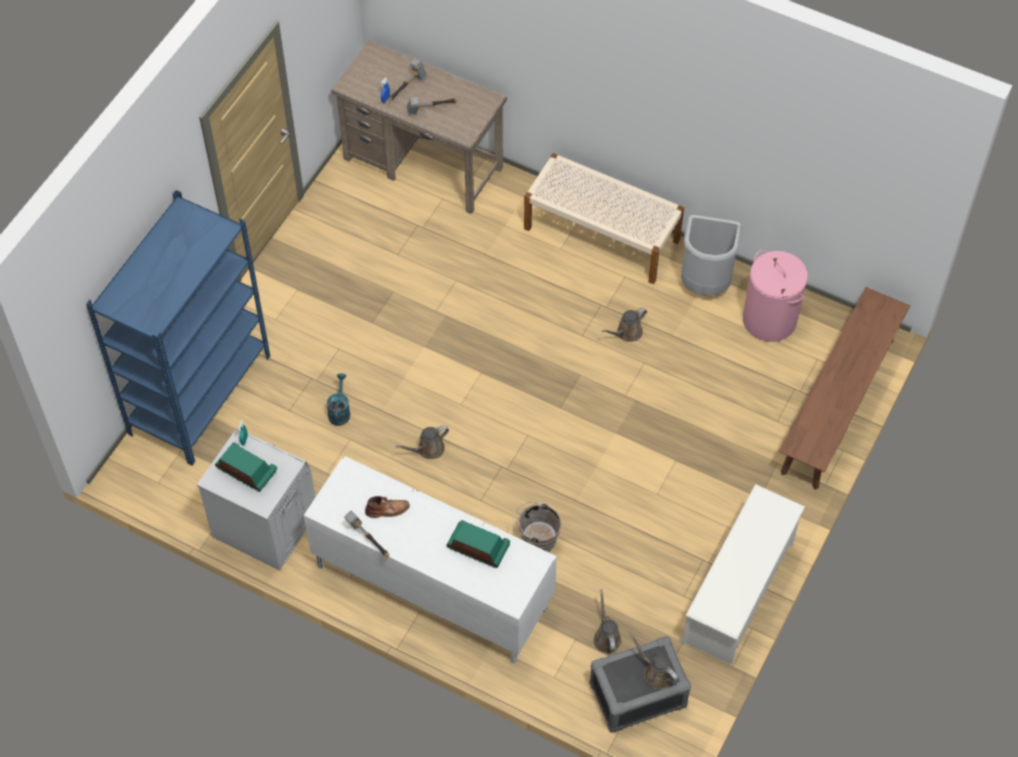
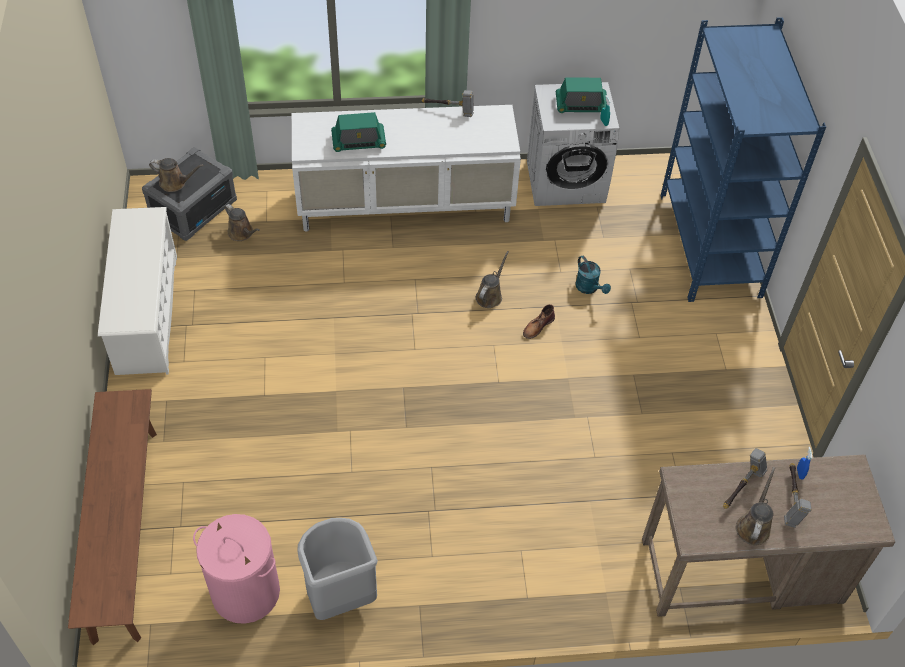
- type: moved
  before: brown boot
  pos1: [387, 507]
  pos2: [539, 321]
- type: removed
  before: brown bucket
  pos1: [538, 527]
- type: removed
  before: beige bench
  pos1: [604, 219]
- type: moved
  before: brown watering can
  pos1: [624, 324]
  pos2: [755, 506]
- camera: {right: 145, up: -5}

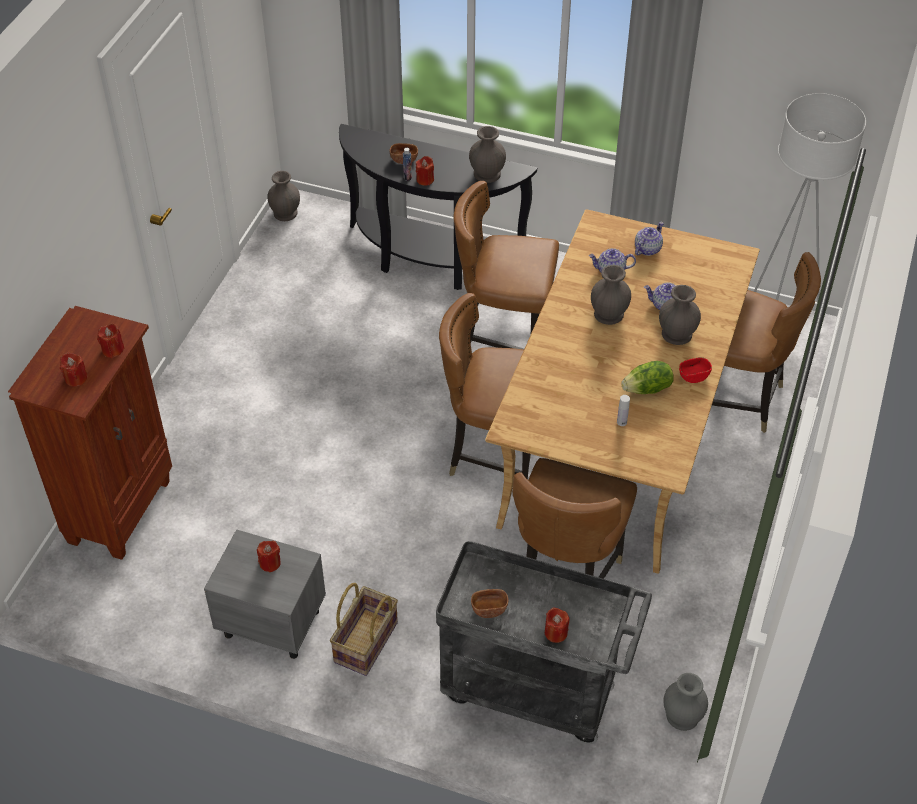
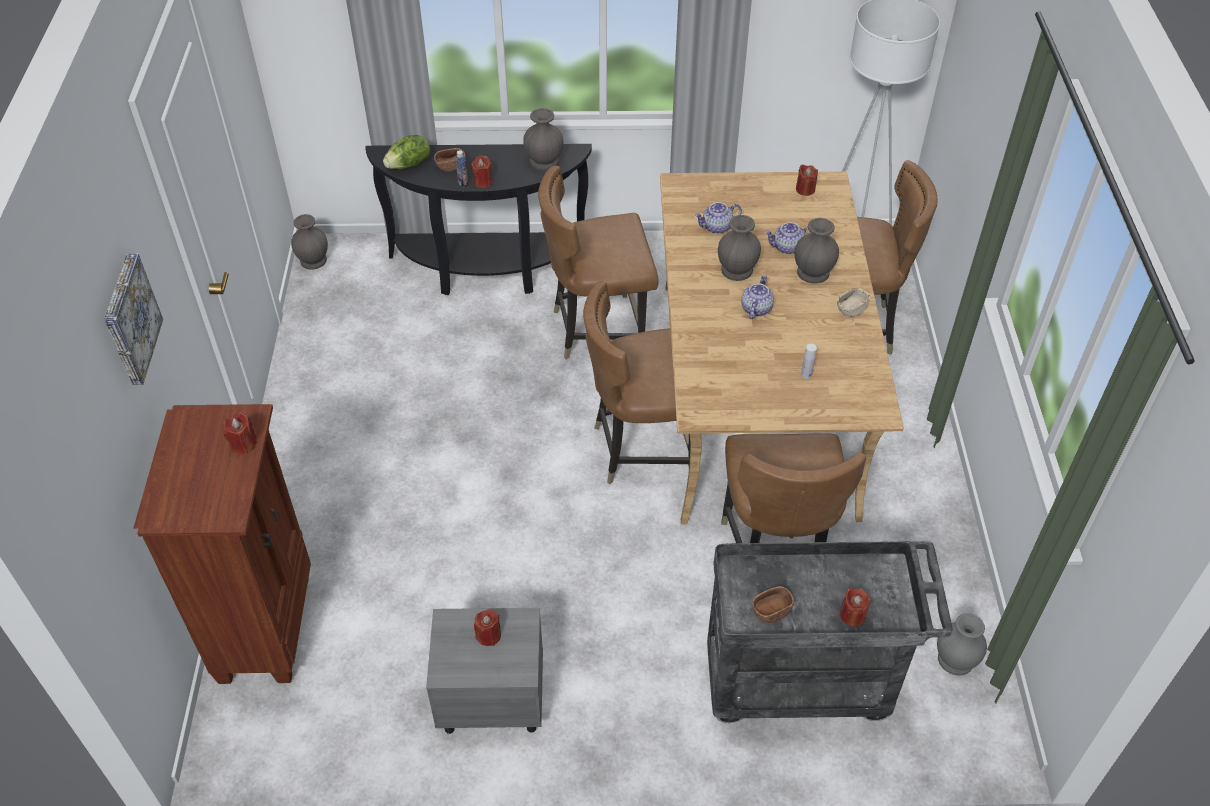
- type: moved
  before: red candle
  pos1: [74, 369]
  pos2: [807, 180]
- type: removed
  before: basket
  pos1: [364, 629]
- type: moved
  before: lettuce
  pos1: [647, 377]
  pos2: [406, 152]
- type: moved
  before: teapot
  pos1: [649, 239]
  pos2: [757, 297]
- type: recoloured
  before: red bowl
  after: beige bowl
  pos1: [695, 370]
  pos2: [853, 302]
- type: added
  after: picture
  pos2: [133, 319]
- camera: {right: -20, up: 0}

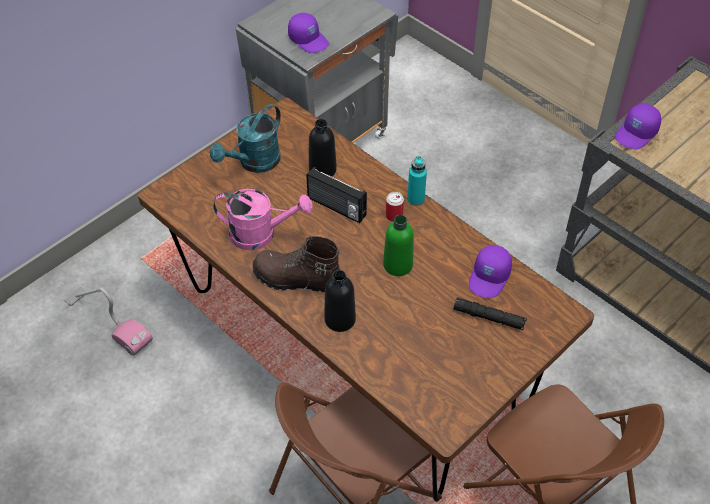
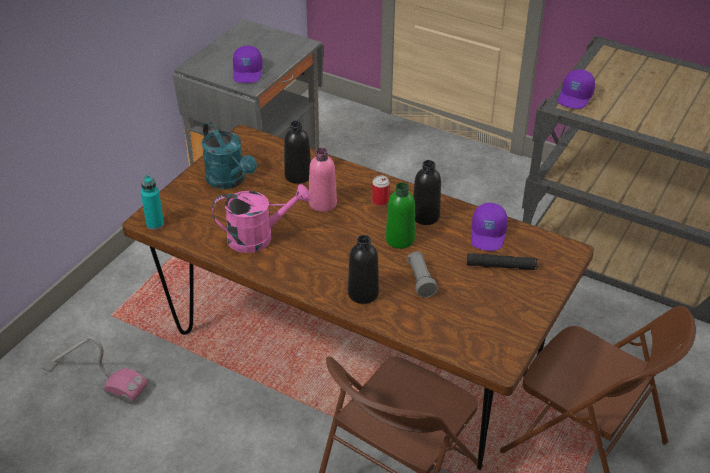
- type: turned
  before: turquoise watering can
  pos1: [245, 138]
  pos2: [229, 155]
  turn: -60
- type: removed
  before: brown boot
  pos1: [296, 264]
- type: turned
  before: purple cap
  pos1: [308, 33]
  pos2: [248, 64]
  turn: 60
- type: replaced
  before: radio
  after: pink bottle
  pos1: [336, 195]
  pos2: [323, 180]
- type: moved
  before: turquoise bottle
  pos1: [417, 181]
  pos2: [152, 202]
- type: added
  after: grey flashlight
  pos2: [422, 274]
- type: added
  after: black bottle
  pos2: [427, 192]
- camera: {right: -15, up: -10}

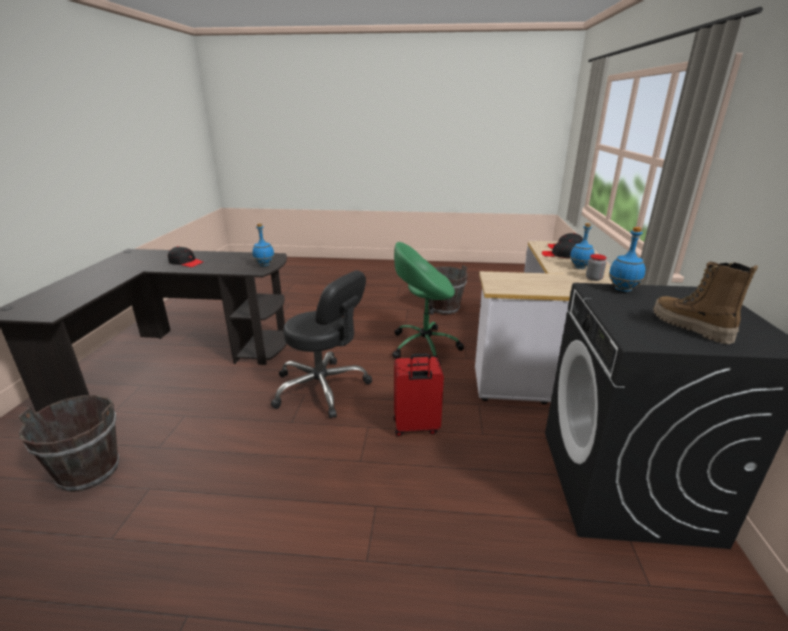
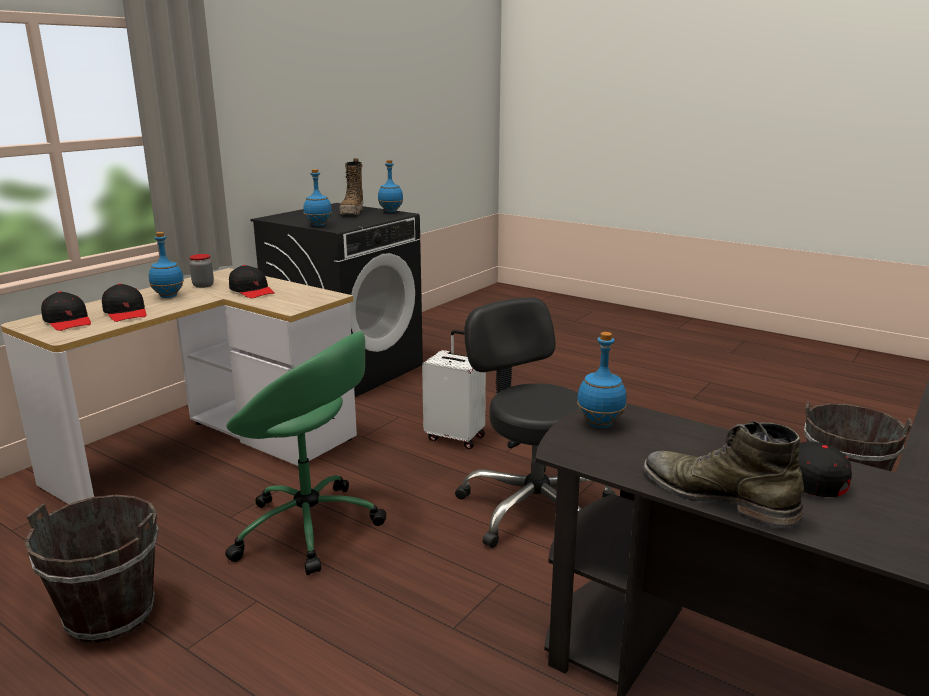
- type: recoloured
  before: red suitcase
  after: white suitcase
  pos1: [418, 394]
  pos2: [454, 389]
- type: added
  after: black cap
  pos2: [251, 281]
- type: added
  after: blue bottle
  pos2: [390, 186]
- type: added
  after: green boot
  pos2: [723, 474]
- camera: {right: -150, up: -5}

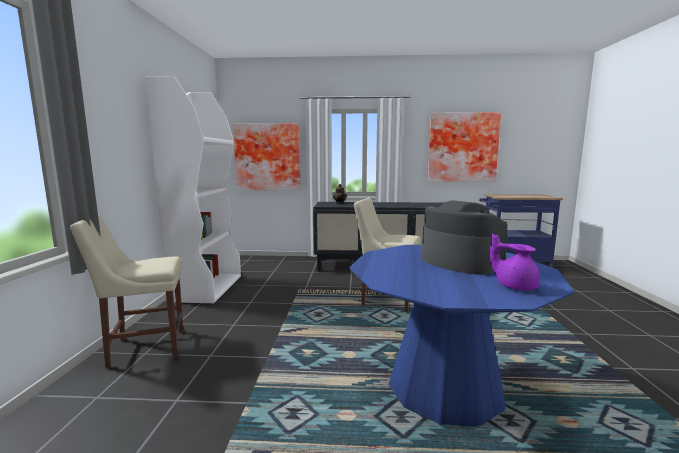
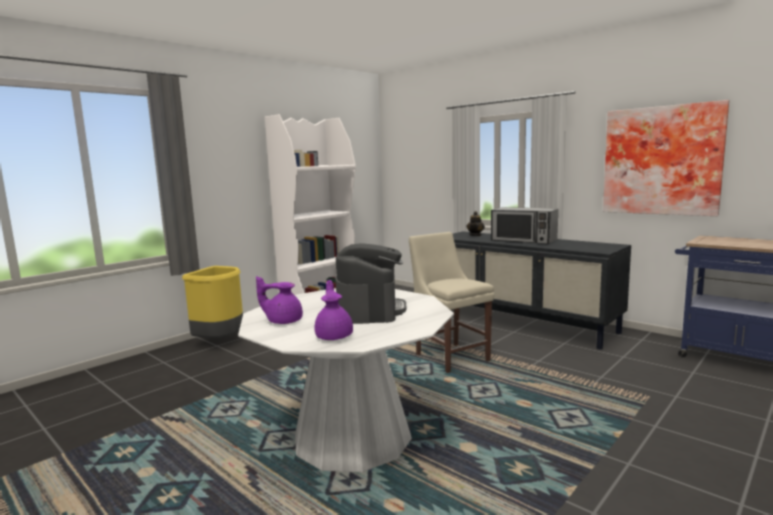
- type: replaced
  before: beige chair
  after: yellow trash can
  pos1: [126, 292]
  pos2: [212, 302]
- type: removed
  before: picture
  pos1: [266, 156]
- type: recoloured
  before: blue dining table
  after: white dining table
  pos1: [461, 335]
  pos2: [346, 380]
- type: added
  after: purple teapot
  pos2: [279, 300]
- type: added
  after: microwave
  pos2: [524, 225]
- camera: {right: 40, up: 0}

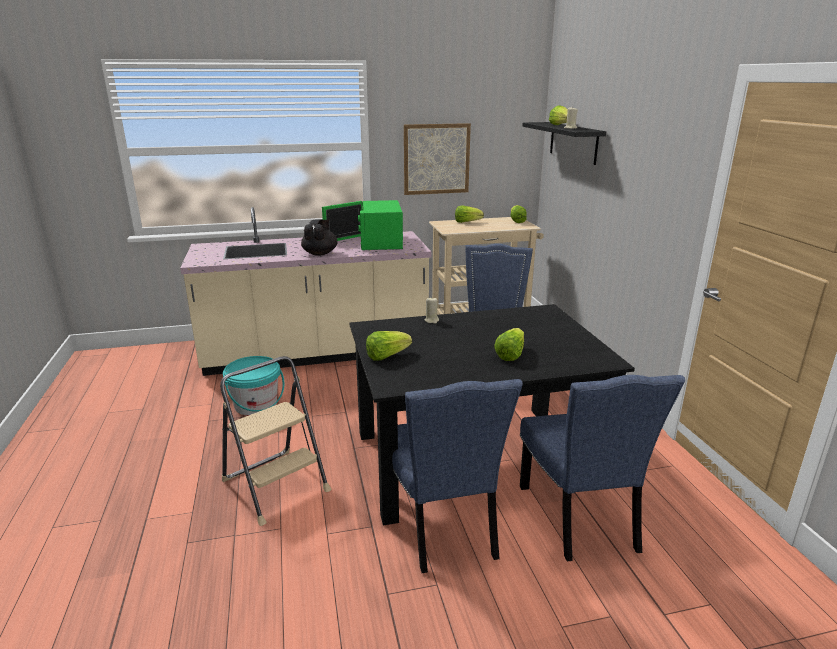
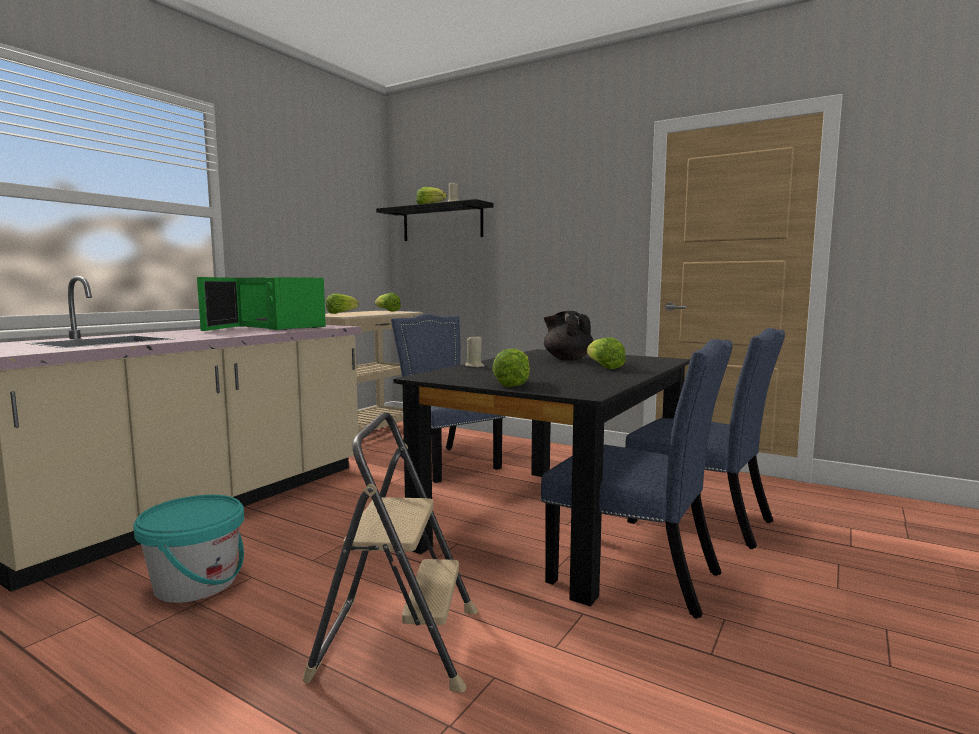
- type: moved
  before: black teapot
  pos1: [319, 237]
  pos2: [568, 335]
- type: removed
  before: picture
  pos1: [437, 159]
- camera: {right: -45, up: -15}

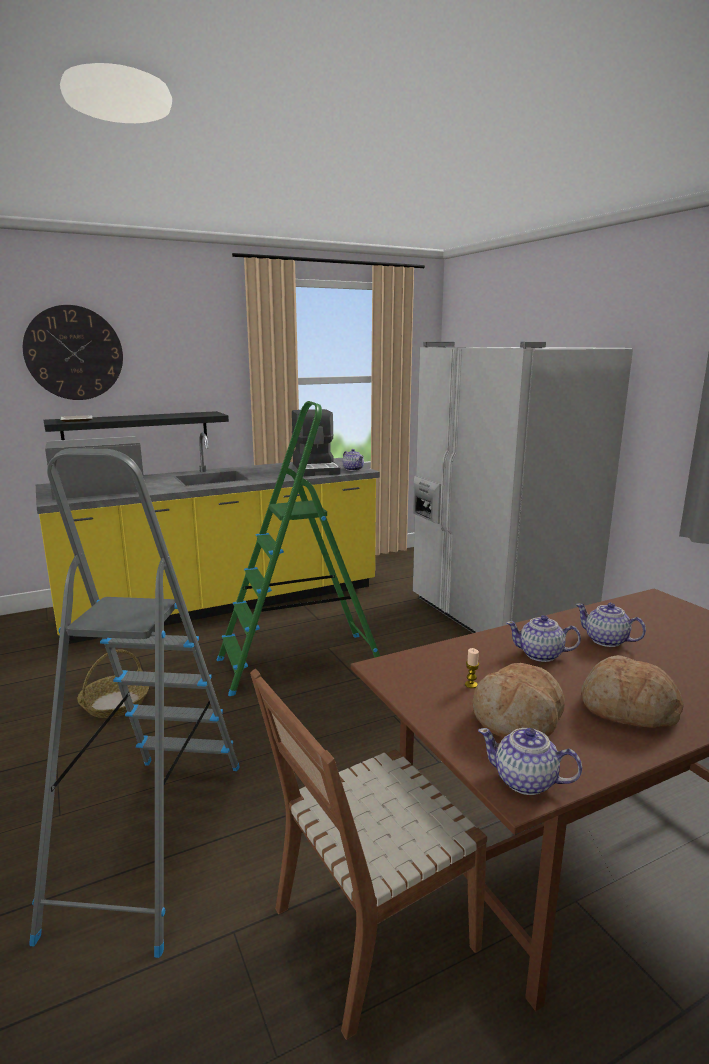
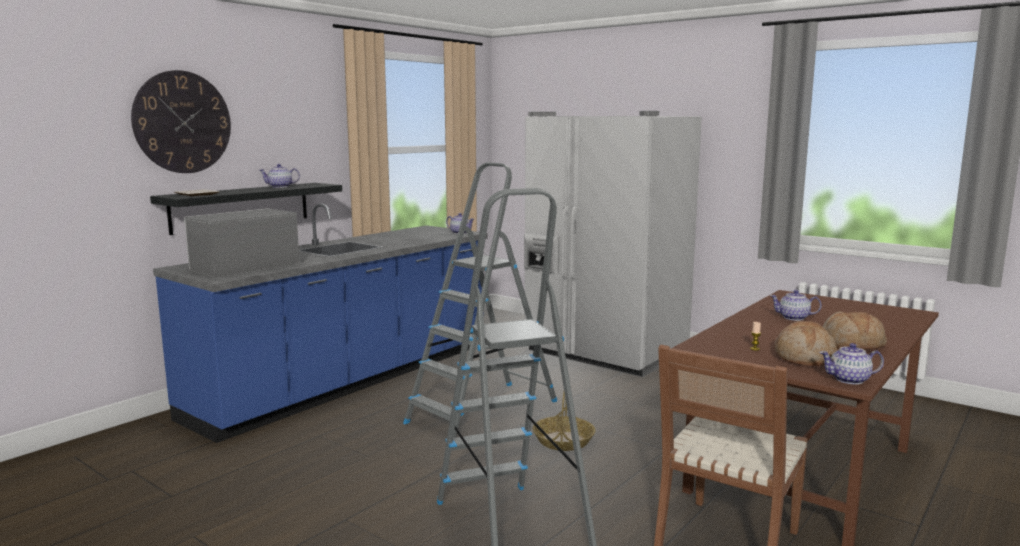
- type: recoloured
  before: yellow counter
  after: blue counter
  pos1: [208, 538]
  pos2: [320, 323]
- type: moved
  before: basket
  pos1: [113, 683]
  pos2: [564, 421]
- type: recoloured
  before: green step ladder
  after: grey step ladder
  pos1: [298, 548]
  pos2: [480, 300]
- type: removed
  before: coffee machine
  pos1: [316, 442]
- type: moved
  before: teapot
  pos1: [543, 638]
  pos2: [279, 176]
- camera: {right: -25, up: -5}

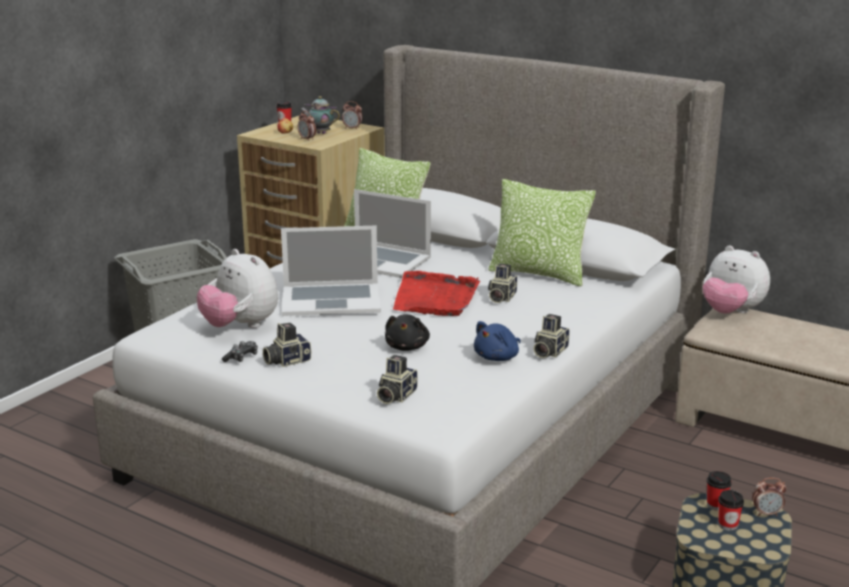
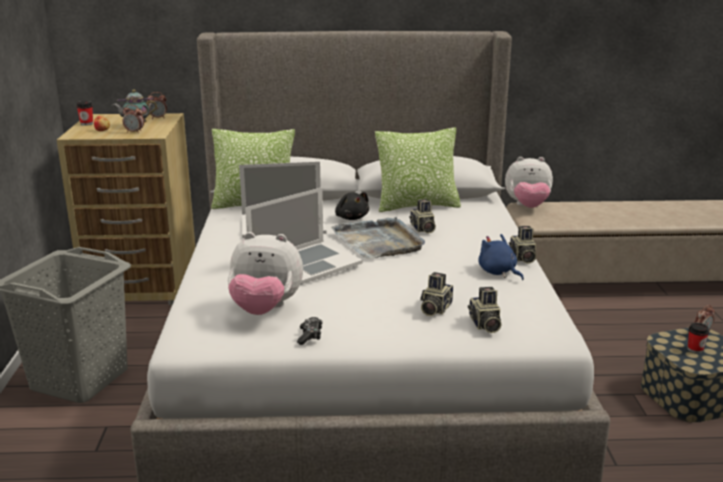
- type: moved
  before: photo camera
  pos1: [287, 345]
  pos2: [436, 294]
- type: moved
  before: black plush toy
  pos1: [407, 332]
  pos2: [352, 206]
- type: recoloured
  before: red tray
  after: grey tray
  pos1: [436, 293]
  pos2: [378, 238]
- type: turned
  before: blue plush toy
  pos1: [497, 341]
  pos2: [501, 257]
  turn: 135
- type: removed
  before: cup
  pos1: [719, 491]
- camera: {right: -35, up: 0}

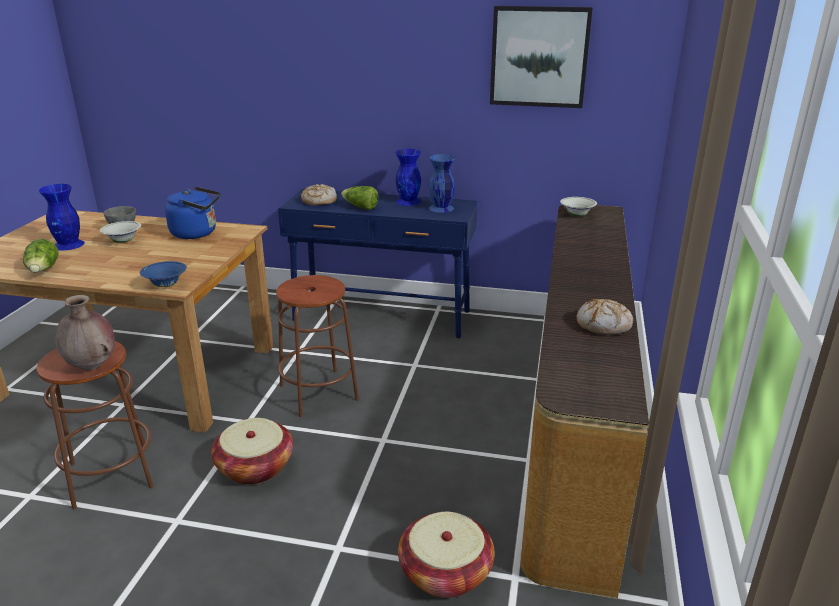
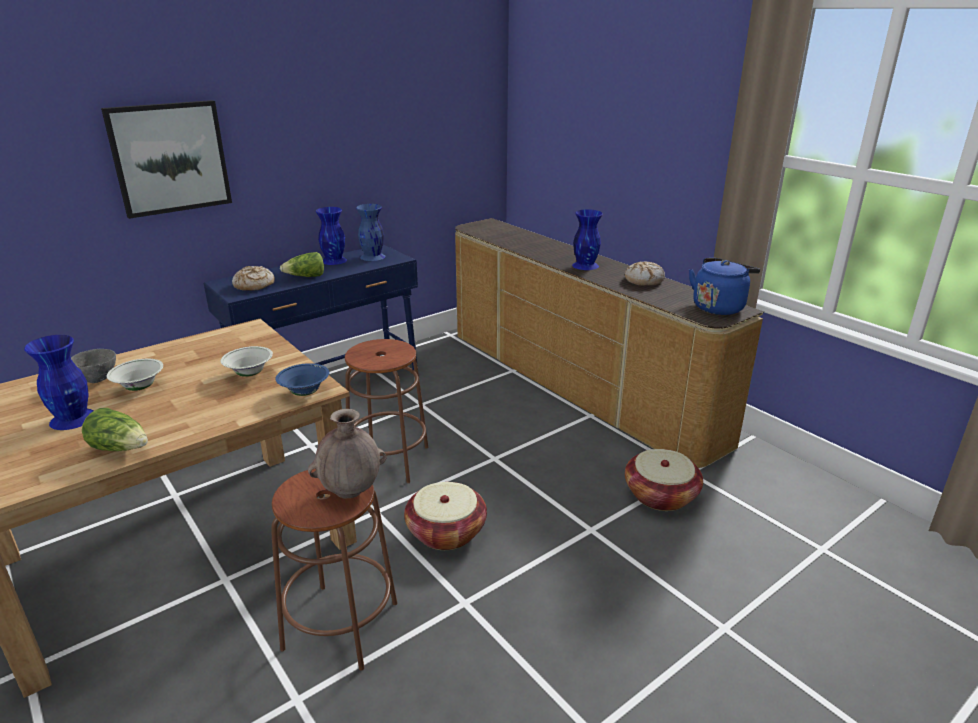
- type: moved
  before: blue kettle
  pos1: [192, 212]
  pos2: [724, 286]
- type: moved
  before: picture
  pos1: [541, 57]
  pos2: [166, 159]
- type: moved
  before: white bowl
  pos1: [578, 206]
  pos2: [246, 361]
- type: added
  after: blue vase
  pos2: [587, 239]
- camera: {right: -50, up: 0}

